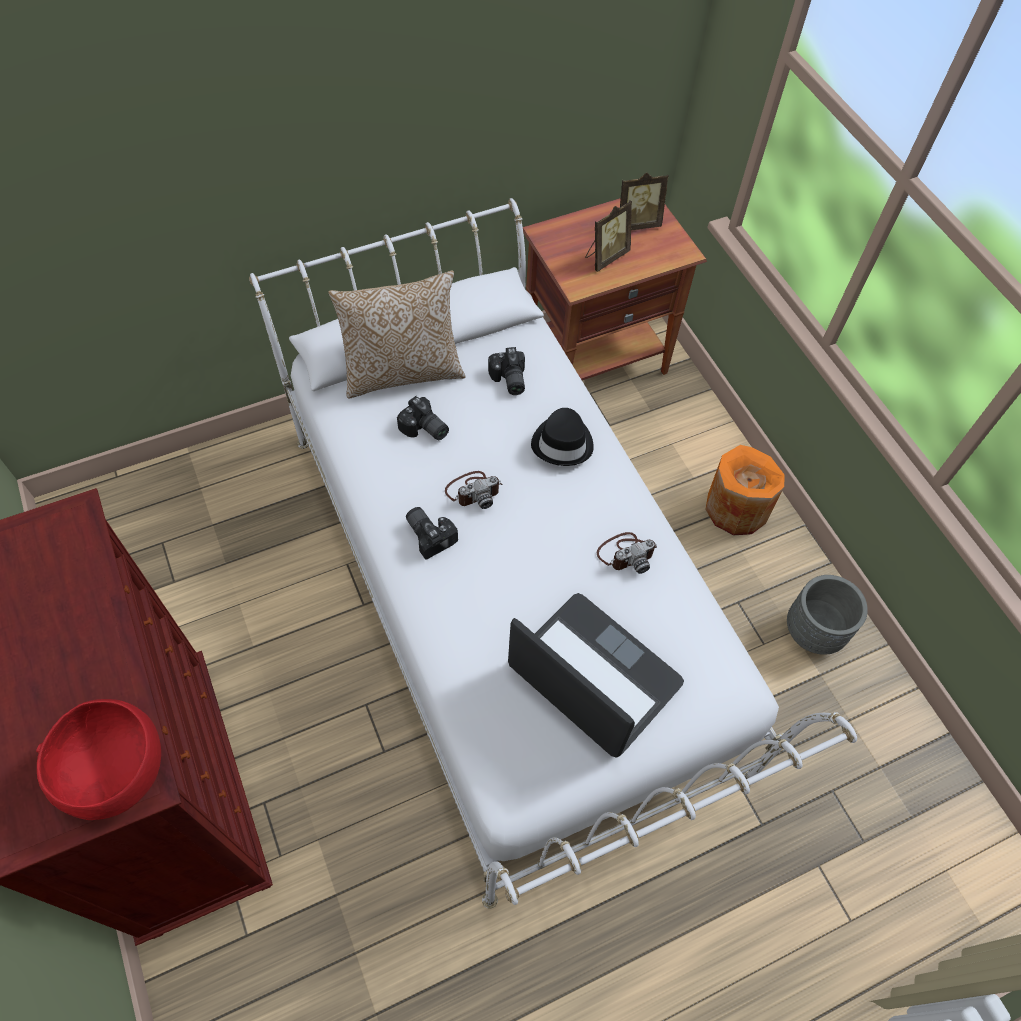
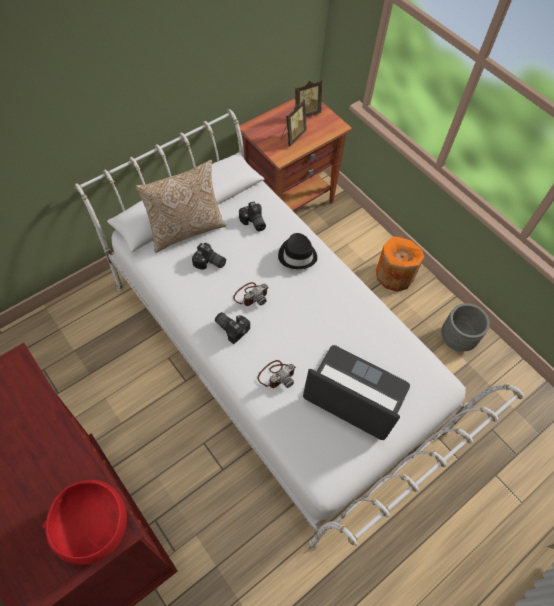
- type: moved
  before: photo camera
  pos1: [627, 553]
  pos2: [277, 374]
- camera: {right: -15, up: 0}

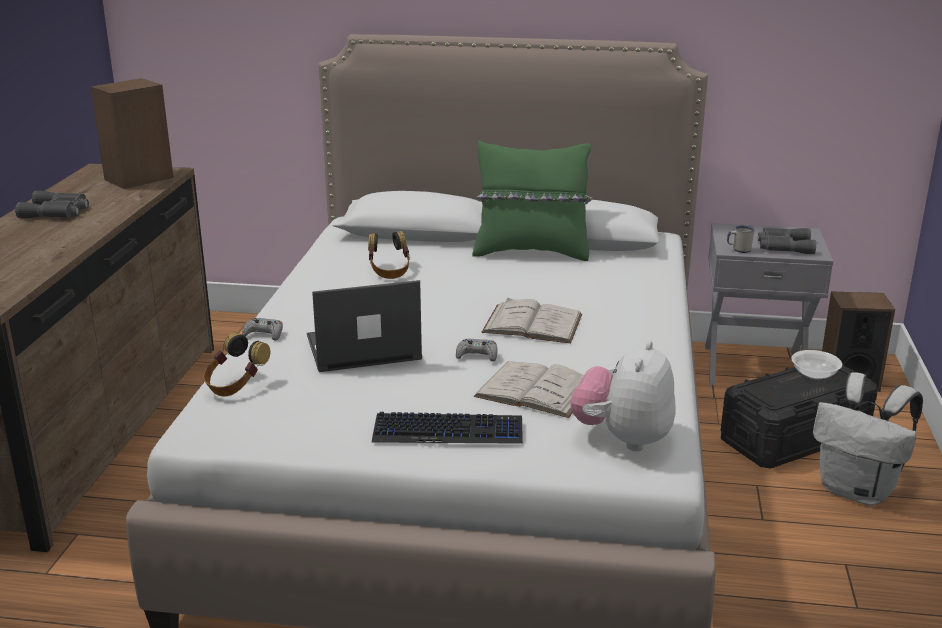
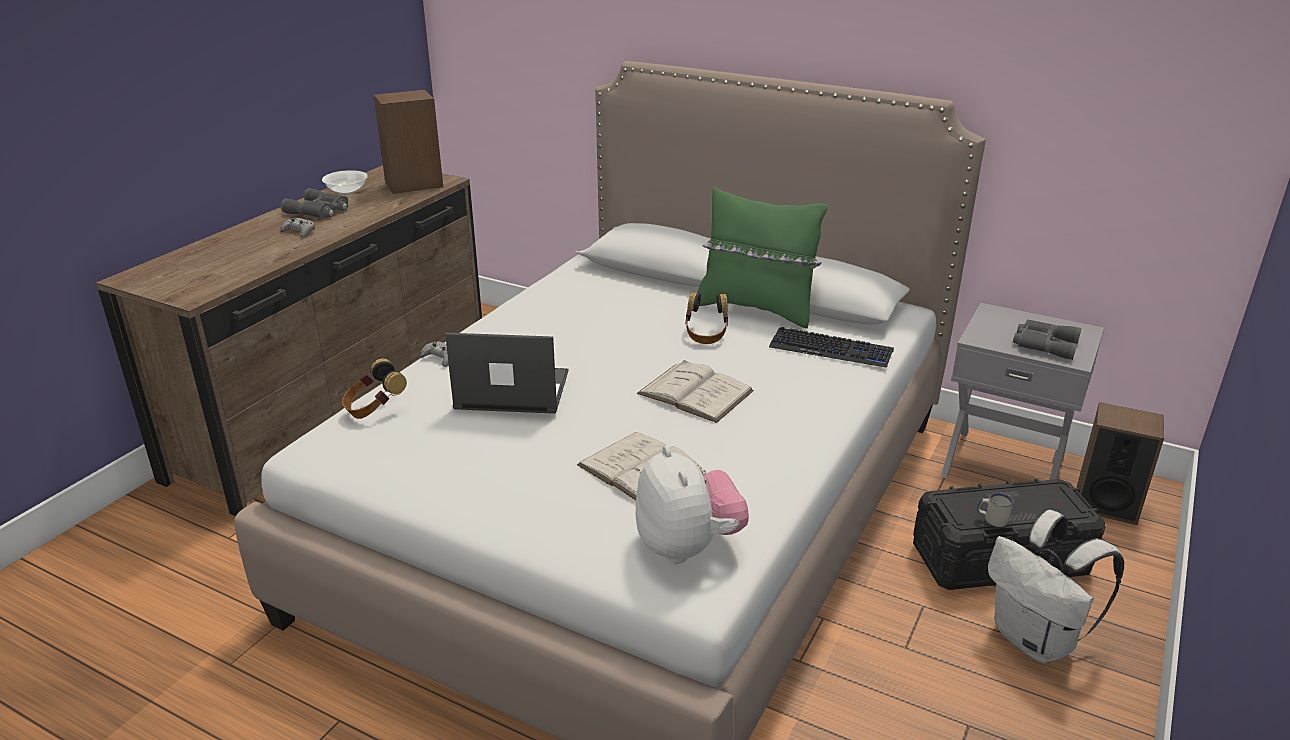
- type: moved
  before: headphones
  pos1: [389, 255]
  pos2: [706, 318]
- type: moved
  before: keyboard
  pos1: [447, 428]
  pos2: [831, 347]
- type: moved
  before: grey game controller
  pos1: [477, 350]
  pos2: [297, 228]
- type: turned
  before: plush toy
  pos1: [622, 396]
  pos2: [692, 505]
  turn: 120
- type: moved
  before: white mug
  pos1: [740, 239]
  pos2: [995, 510]
- type: moved
  before: bowl
  pos1: [816, 365]
  pos2: [345, 182]
- camera: {right: 20, up: 5}

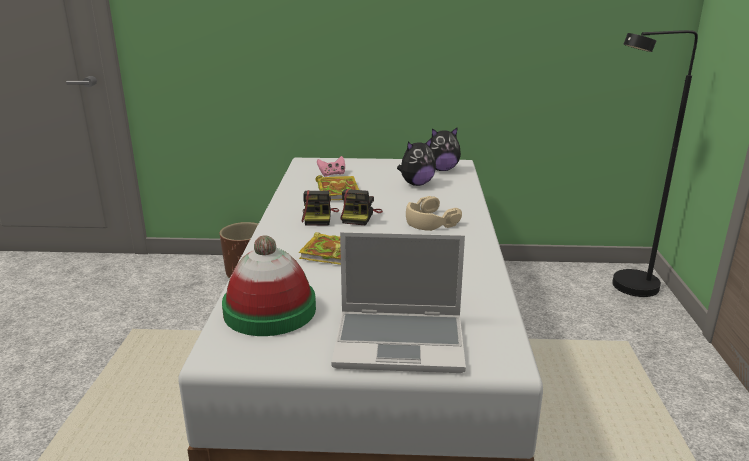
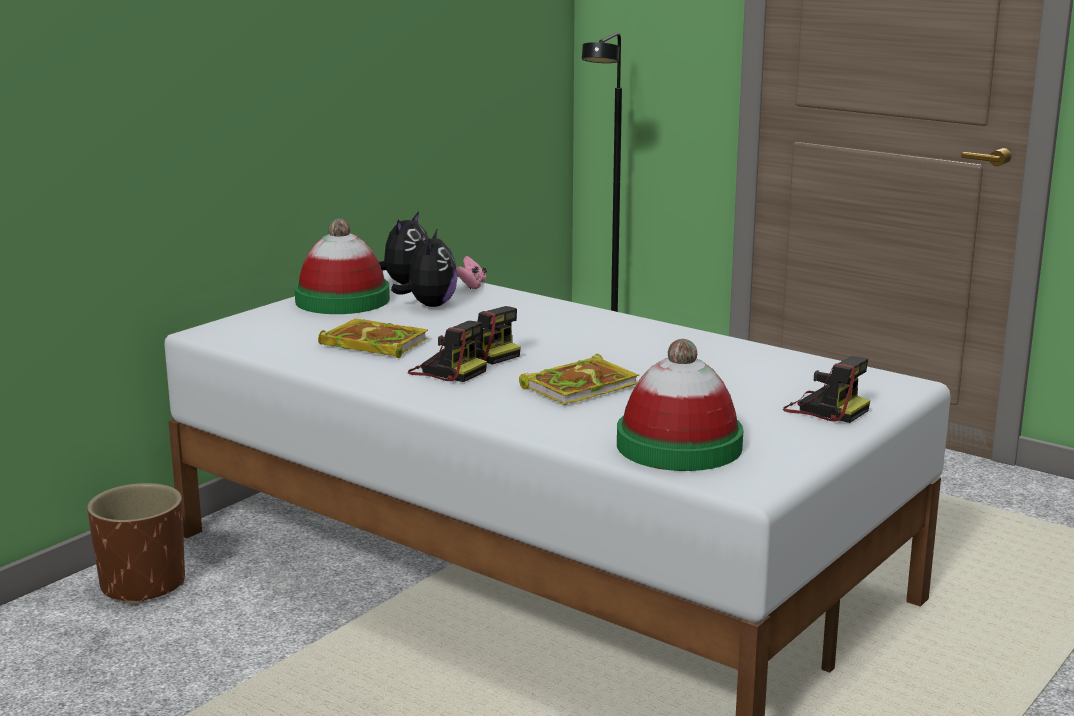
- type: moved
  before: pink game controller
  pos1: [331, 166]
  pos2: [471, 272]
- type: replaced
  before: laptop
  after: photo camera
  pos1: [398, 302]
  pos2: [826, 389]
- type: removed
  before: beige headphones
  pos1: [434, 213]
- type: added
  after: hat
  pos2: [342, 266]
- camera: {right: -55, up: -5}

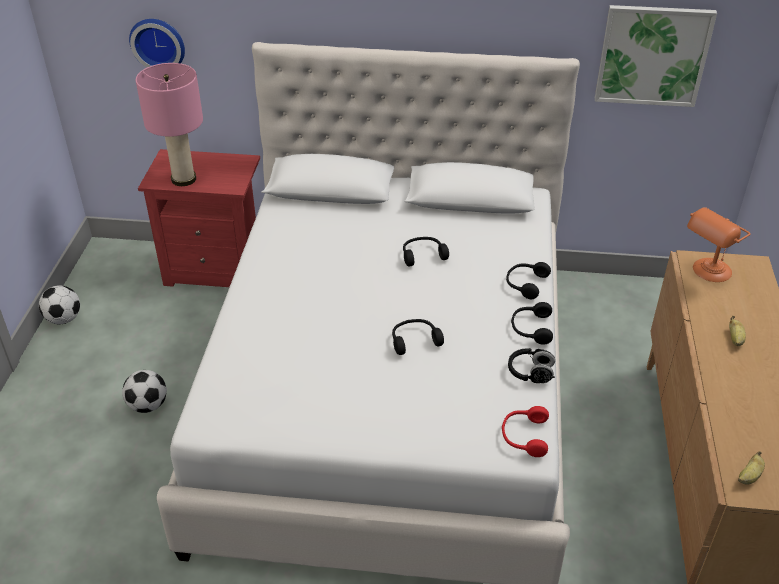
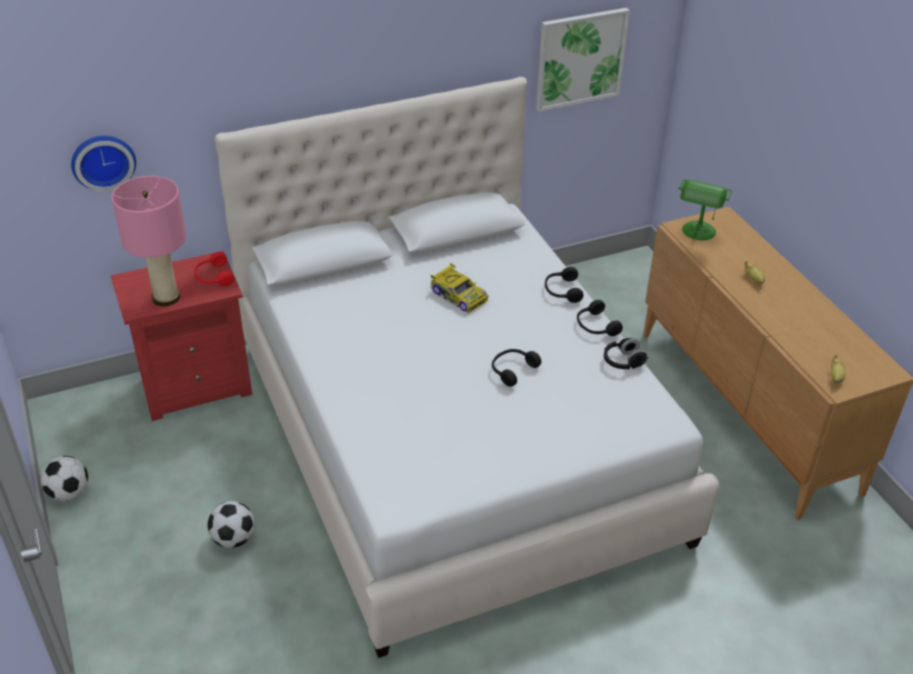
- type: replaced
  before: black headphones
  after: toy car
  pos1: [426, 251]
  pos2: [460, 288]
- type: moved
  before: red headphones
  pos1: [525, 431]
  pos2: [214, 269]
- type: recoloured
  before: orange table lamp
  after: green table lamp
  pos1: [718, 244]
  pos2: [705, 209]
- camera: {right: -30, up: 0}

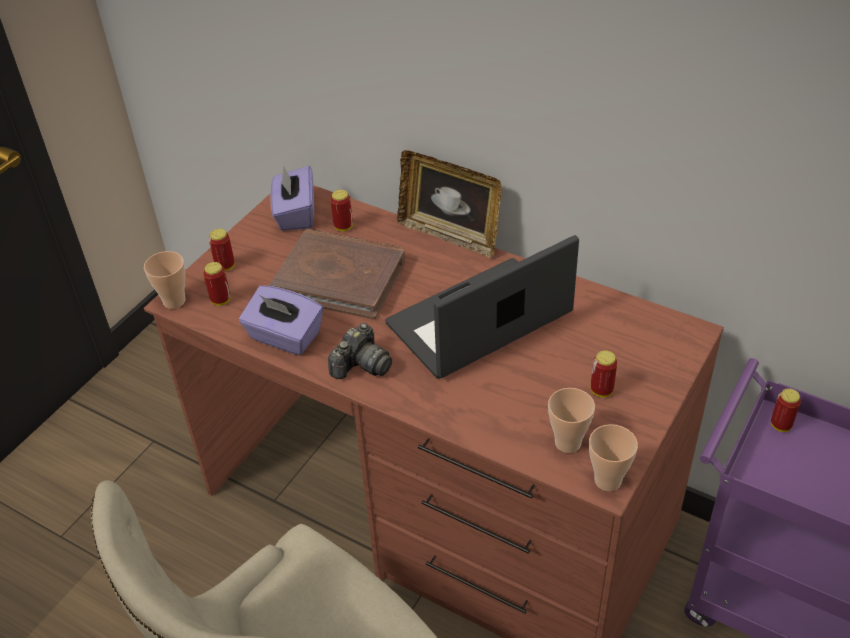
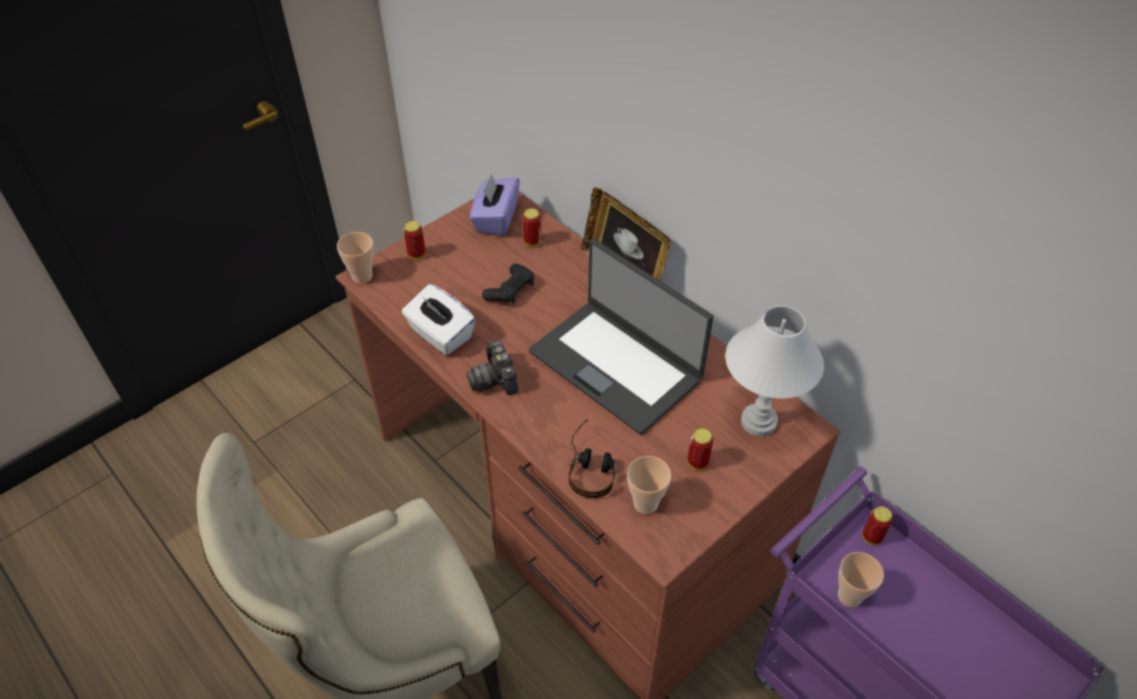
- type: removed
  before: can
  pos1: [217, 283]
- type: recoloured
  before: purple tissue box
  after: white tissue box
  pos1: [281, 320]
  pos2: [438, 319]
- type: replaced
  before: brown book
  after: black game controller
  pos1: [337, 274]
  pos2: [508, 284]
- type: turned
  before: photo camera
  pos1: [360, 351]
  pos2: [492, 368]
  turn: 105
- type: turned
  before: laptop
  pos1: [482, 307]
  pos2: [621, 337]
  turn: -120
- type: moved
  before: cup
  pos1: [613, 457]
  pos2: [861, 580]
- type: added
  after: headphones
  pos2: [592, 458]
- type: added
  after: white table lamp
  pos2: [775, 371]
- camera: {right: 15, up: 5}

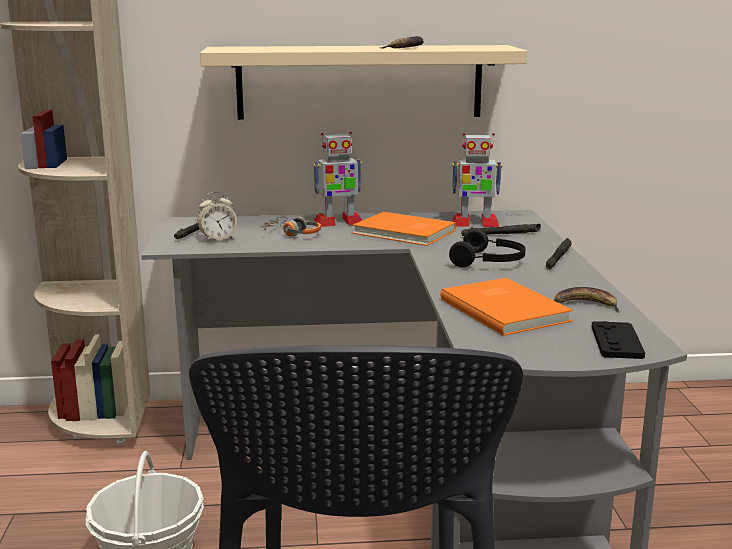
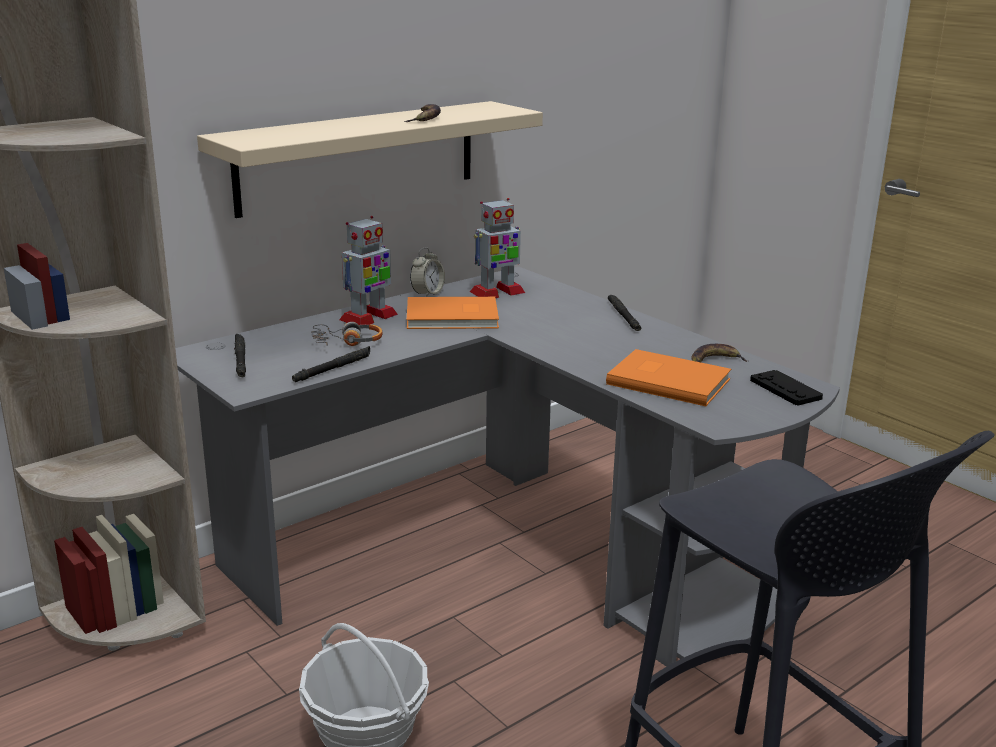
- type: moved
  before: alarm clock
  pos1: [217, 217]
  pos2: [427, 272]
- type: removed
  before: black headphones
  pos1: [487, 247]
- type: moved
  before: black flashlight
  pos1: [501, 230]
  pos2: [331, 364]
- camera: {right: -35, up: 5}

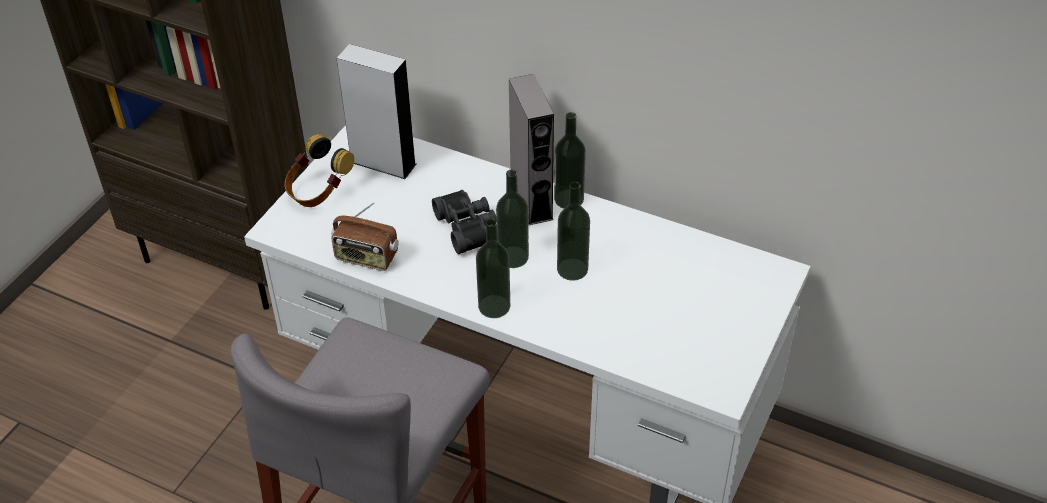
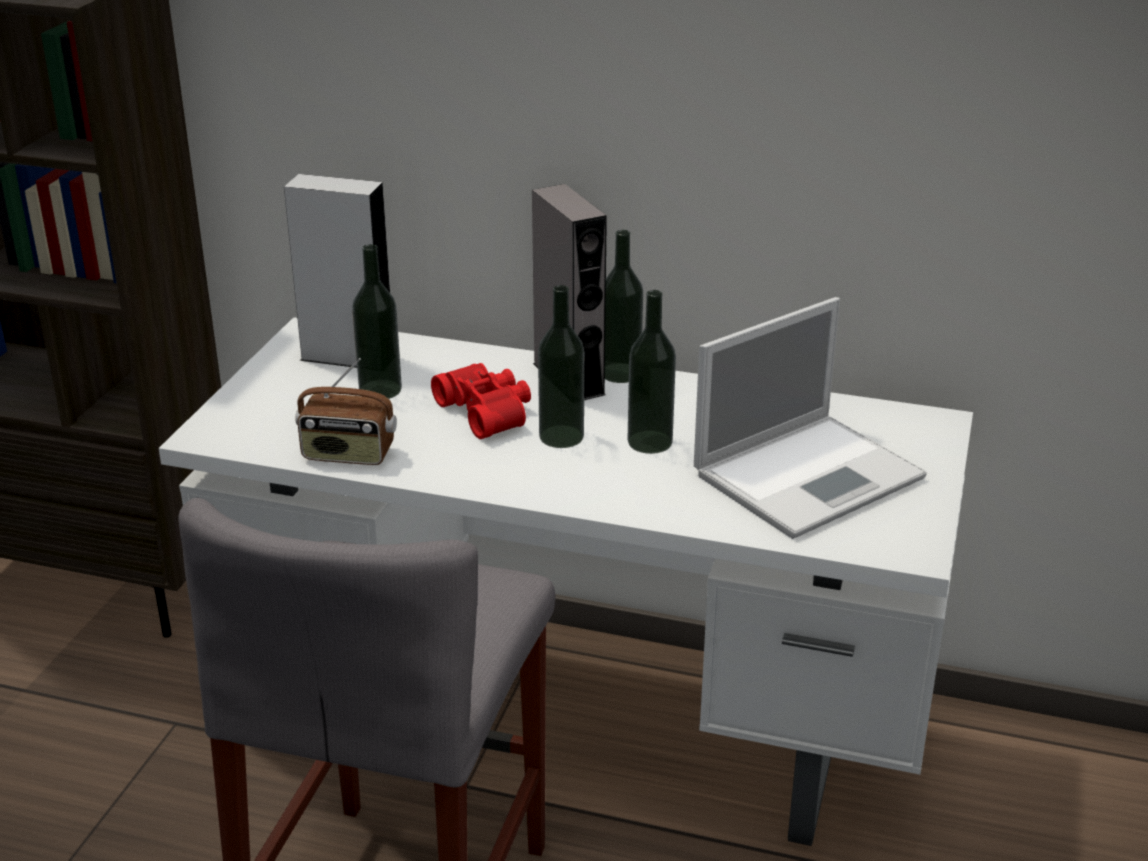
- type: removed
  before: headphones
  pos1: [319, 170]
- type: recoloured
  before: black binoculars
  after: red binoculars
  pos1: [464, 222]
  pos2: [481, 401]
- type: moved
  before: bottle
  pos1: [493, 268]
  pos2: [377, 321]
- type: added
  after: laptop
  pos2: [810, 418]
- camera: {right: -10, up: -15}

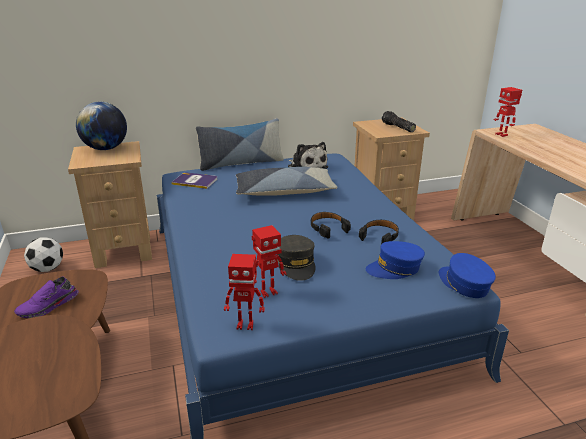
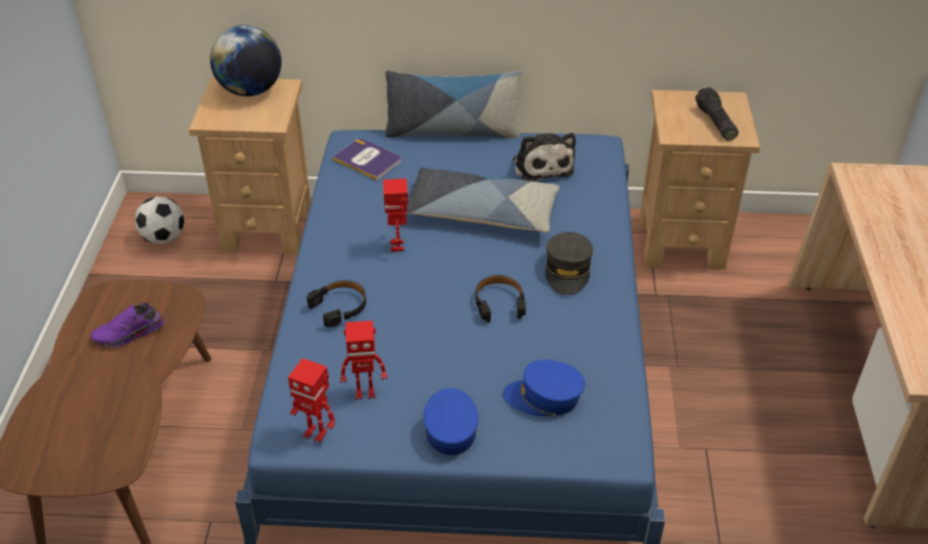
- type: moved
  before: grey cap
  pos1: [296, 258]
  pos2: [569, 263]
- type: moved
  before: black headphones
  pos1: [379, 232]
  pos2: [336, 303]
- type: moved
  before: blue cap
  pos1: [467, 275]
  pos2: [451, 421]
- type: moved
  before: toy robot
  pos1: [508, 112]
  pos2: [395, 215]
- camera: {right: 20, up: 15}

